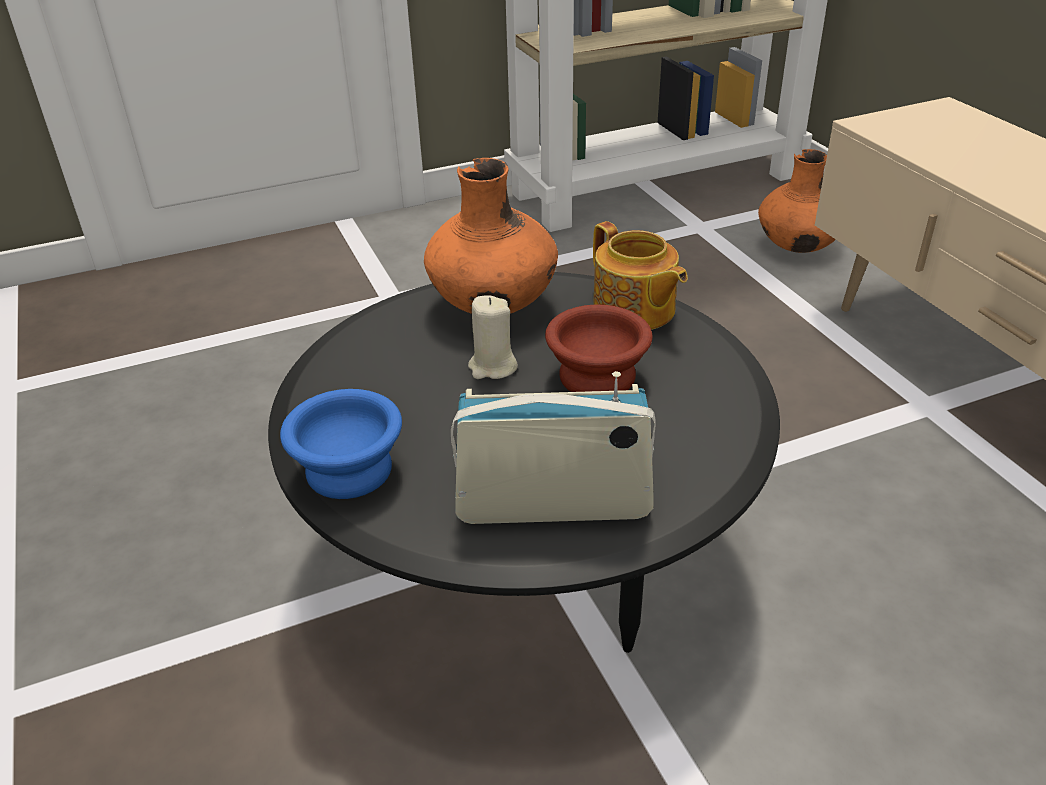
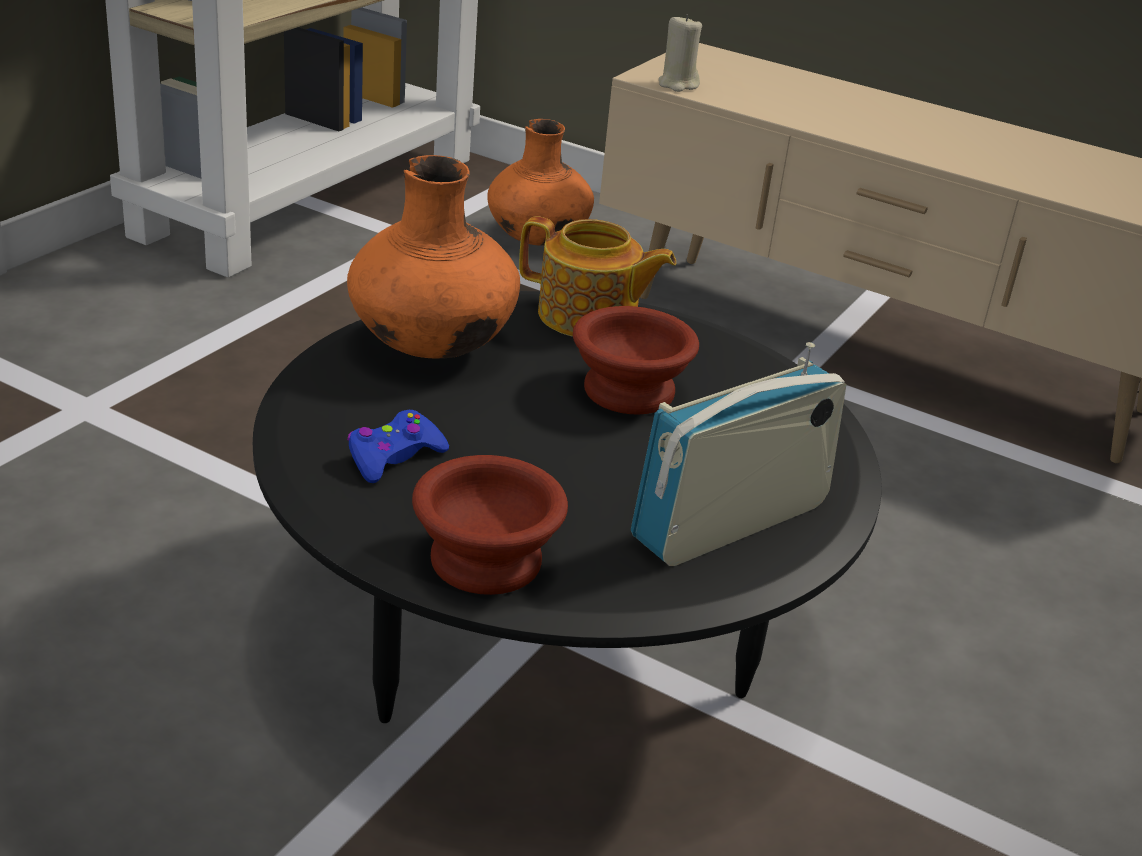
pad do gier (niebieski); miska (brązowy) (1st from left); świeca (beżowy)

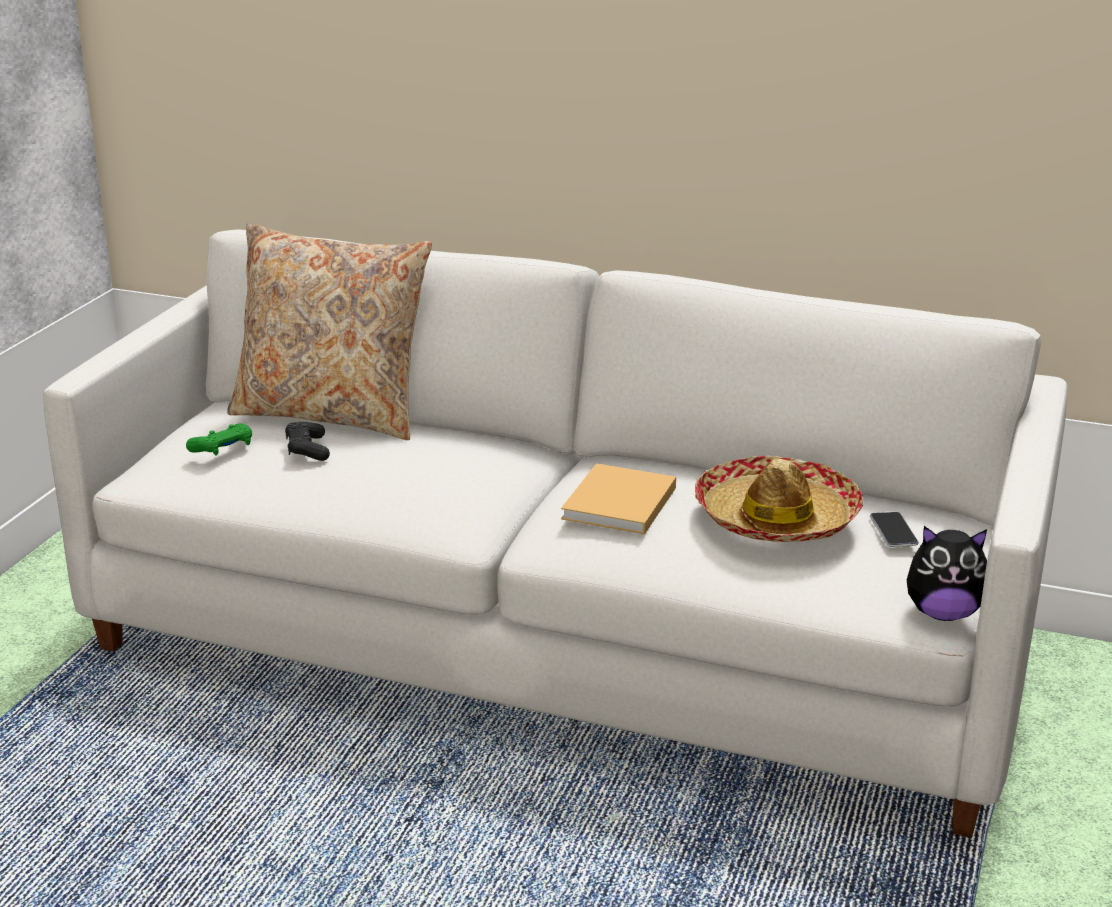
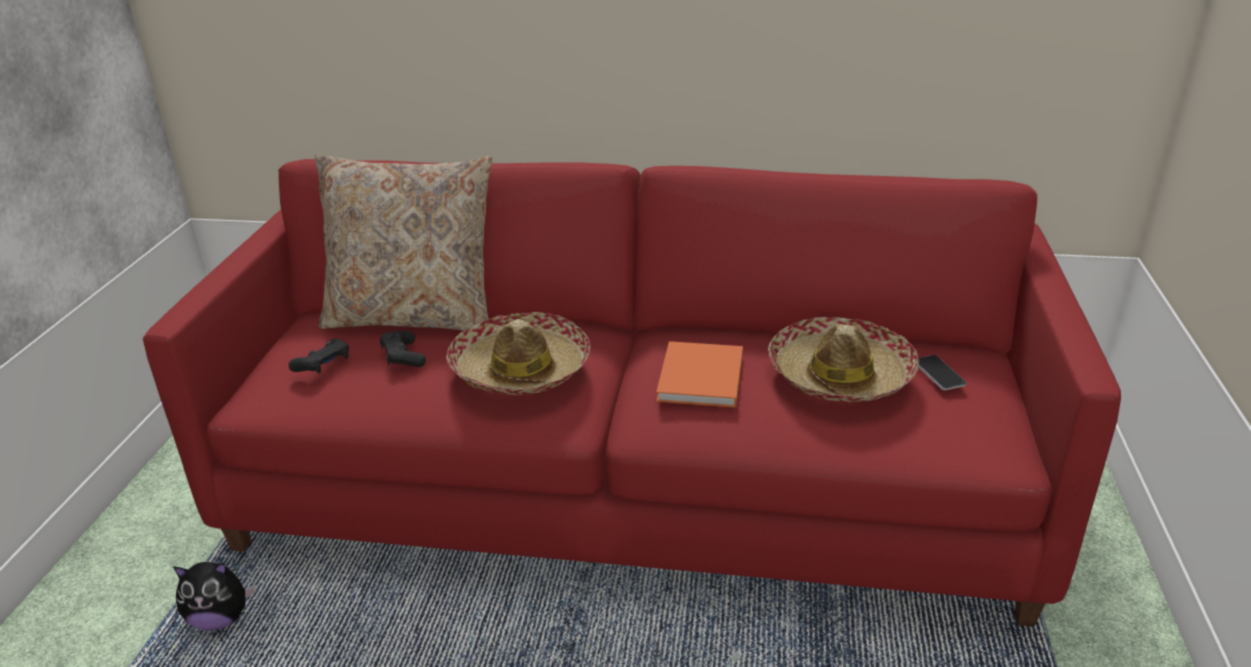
kanapa (czerwony); pluszak; pad do gier (czarny) (1st from left); kapelusz (1st from left); książka (pomarańczowy)

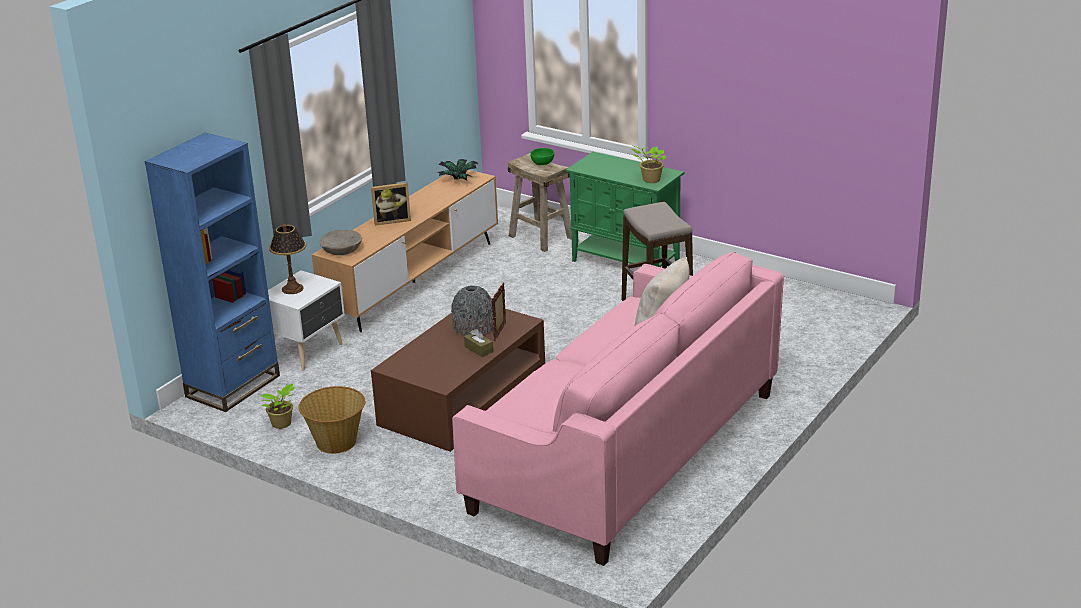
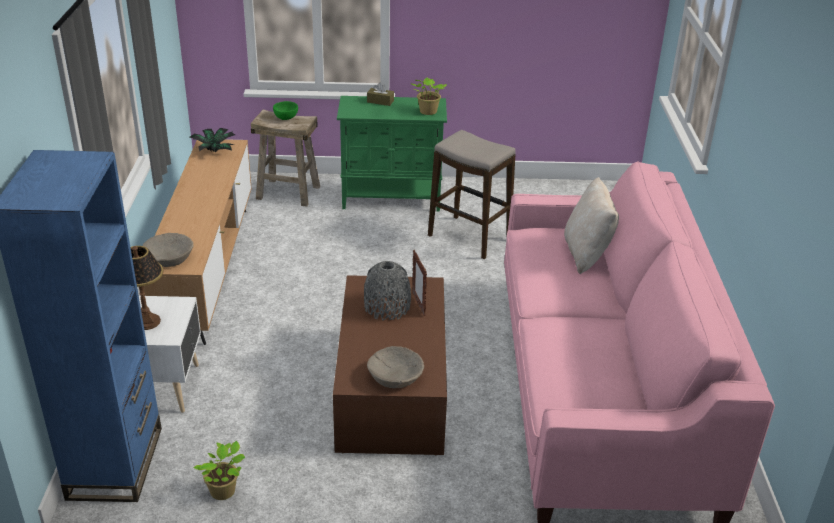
pudełko chusteczek (brązowy); miska (beżowy) (2nd from left); koszyk; ramka na zdjęcie (1st from left in the first image)

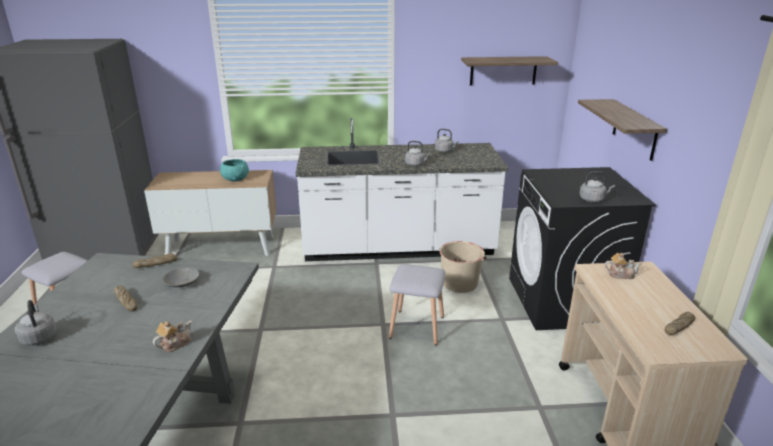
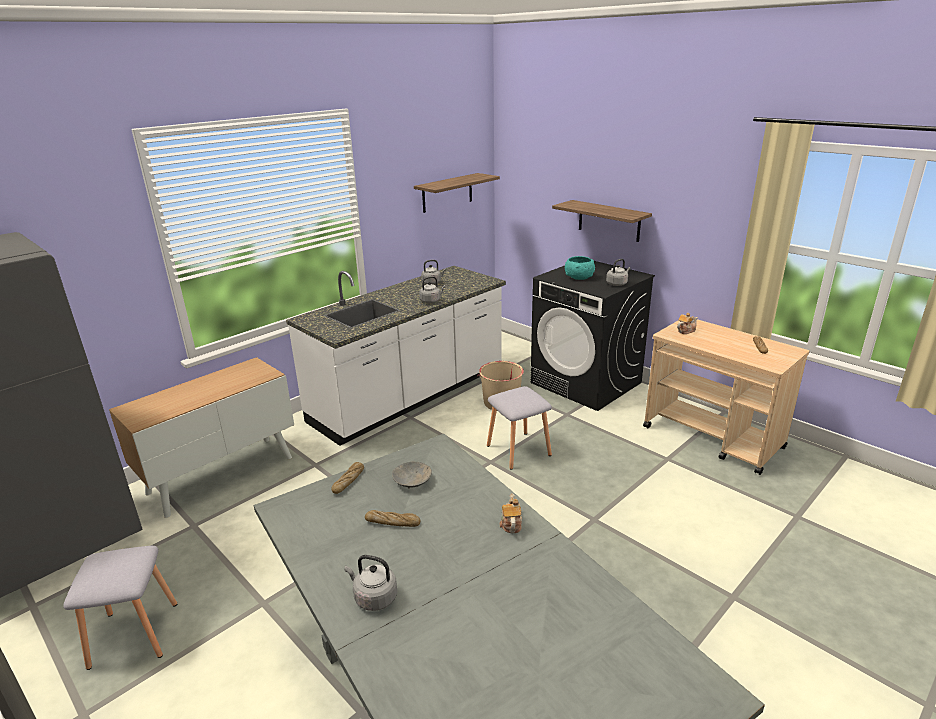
miska (turkusowy)

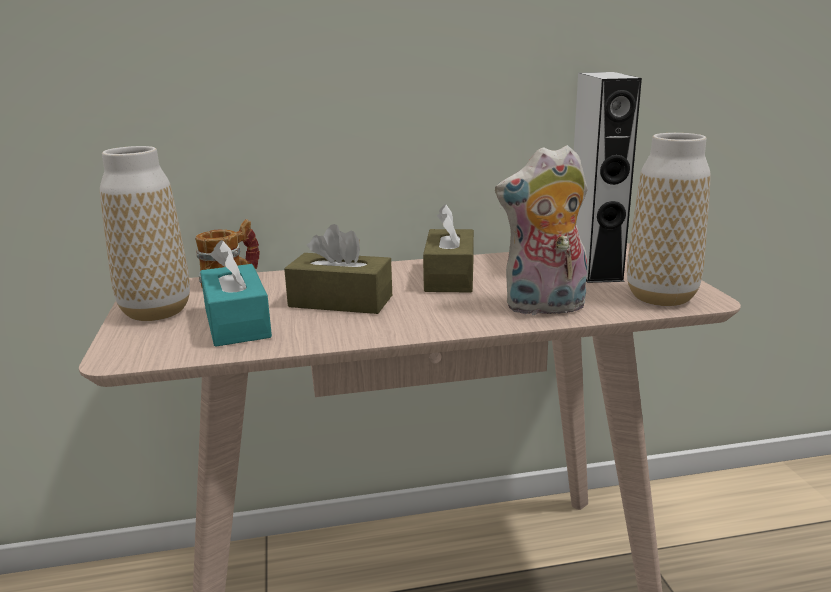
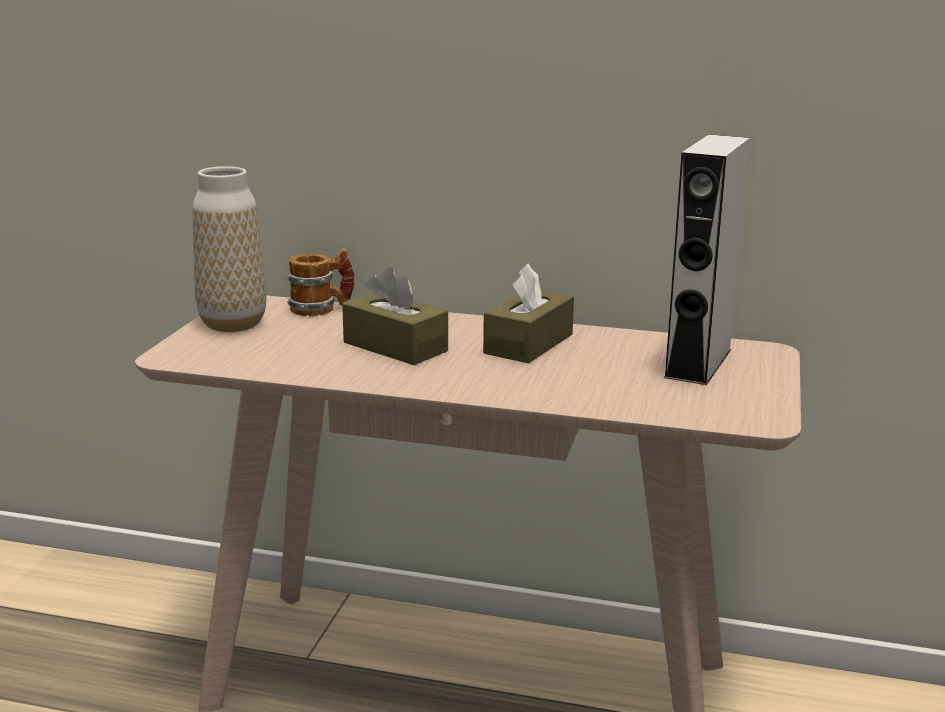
pudełko chusteczek (turkusowy); pluszak; wazon (2nd from left in the first image)

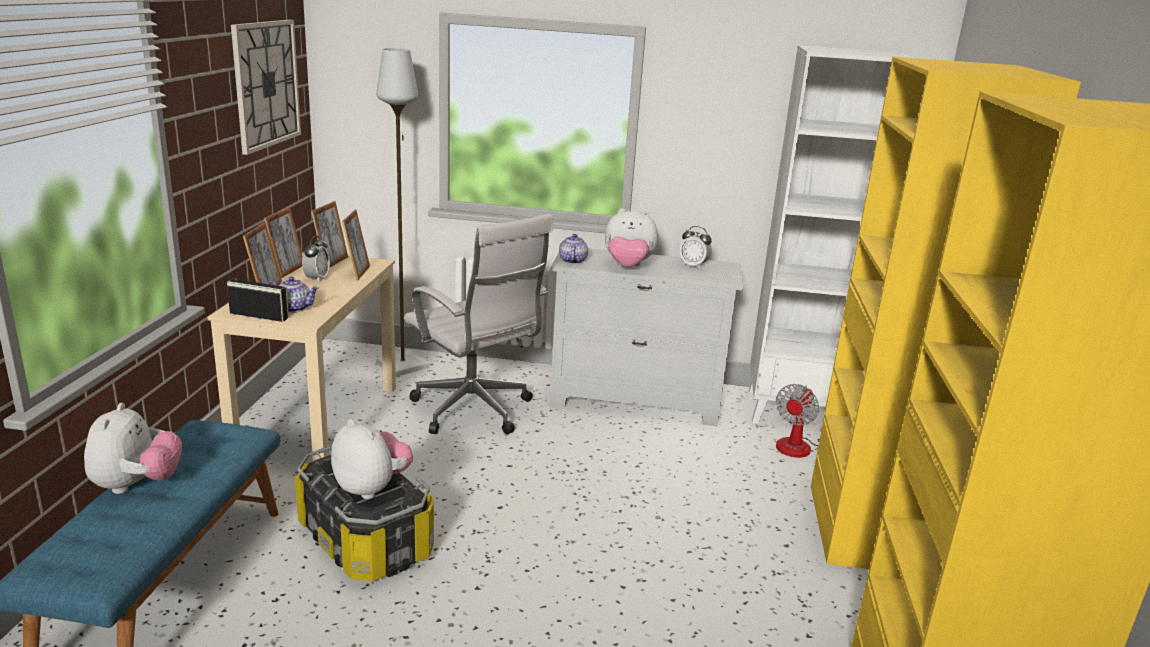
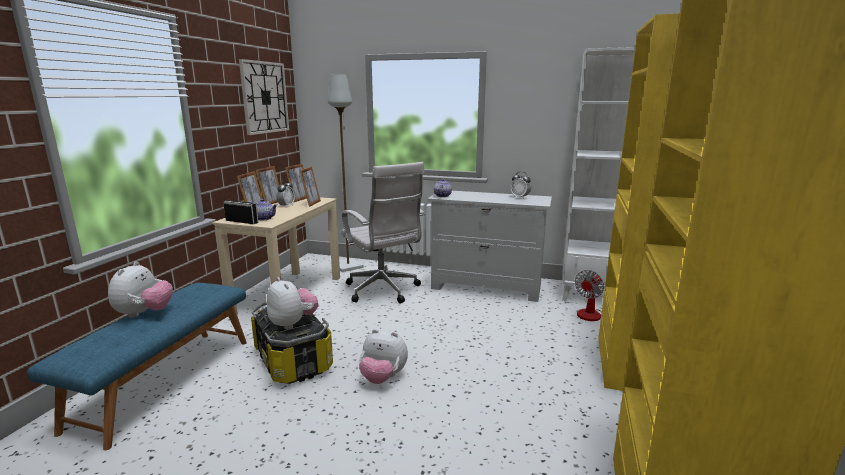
pluszak (3rd from left)

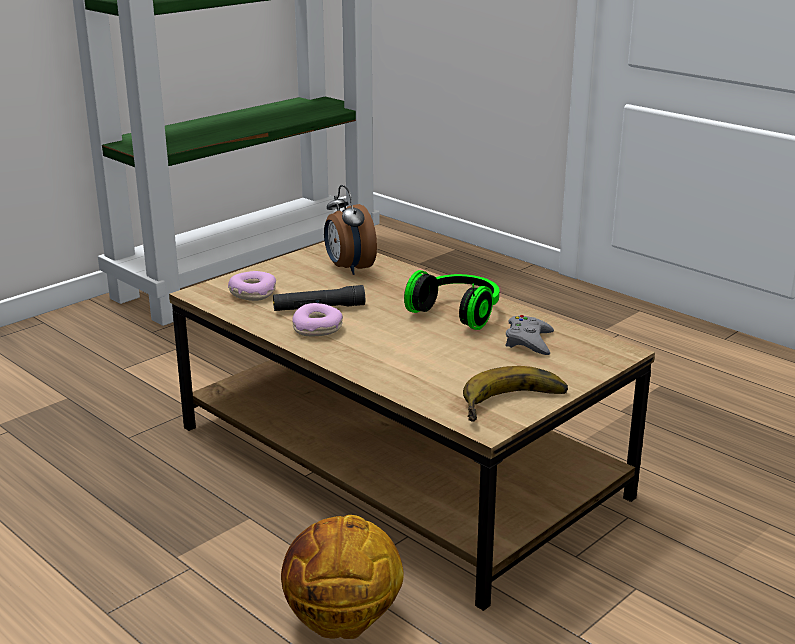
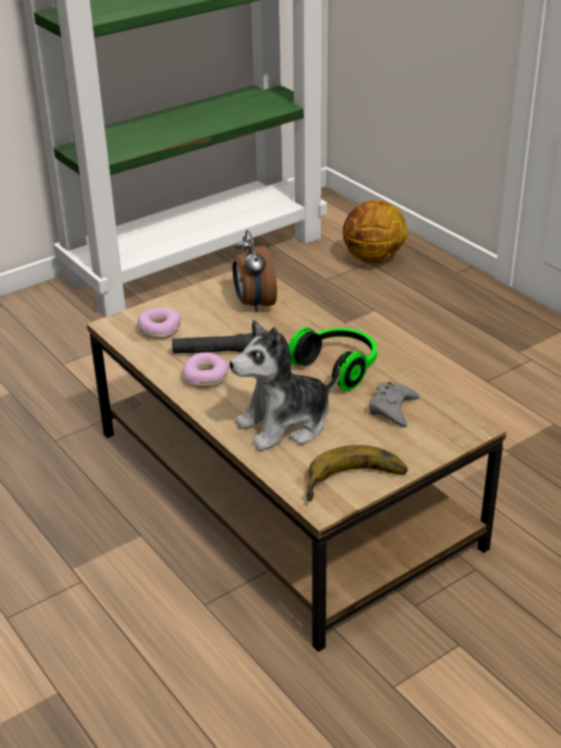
pluszak; piłka do koszykówki

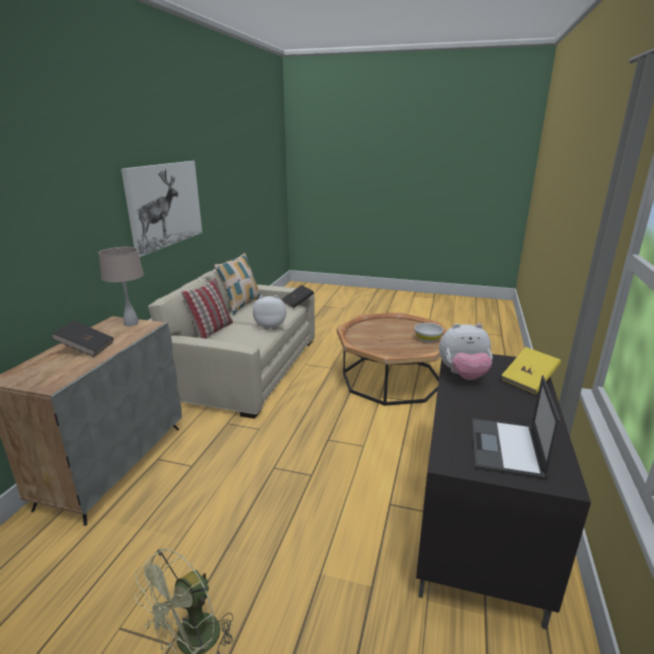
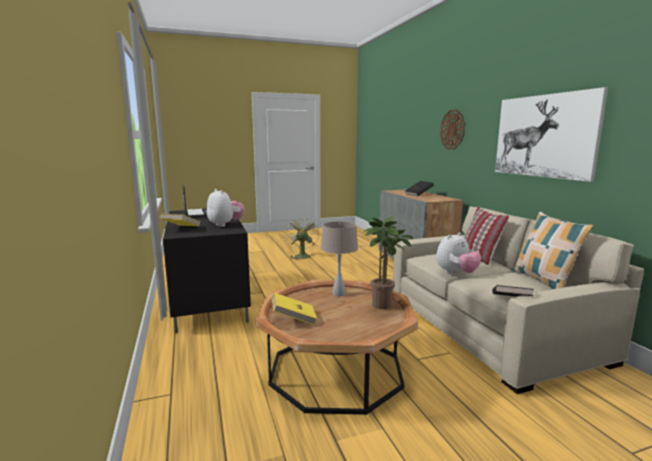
pluszak (1st from left); książka (żółty) (2nd from left); lampa stołowa (beżowy); roślina doniczkowa; zegar ścienny

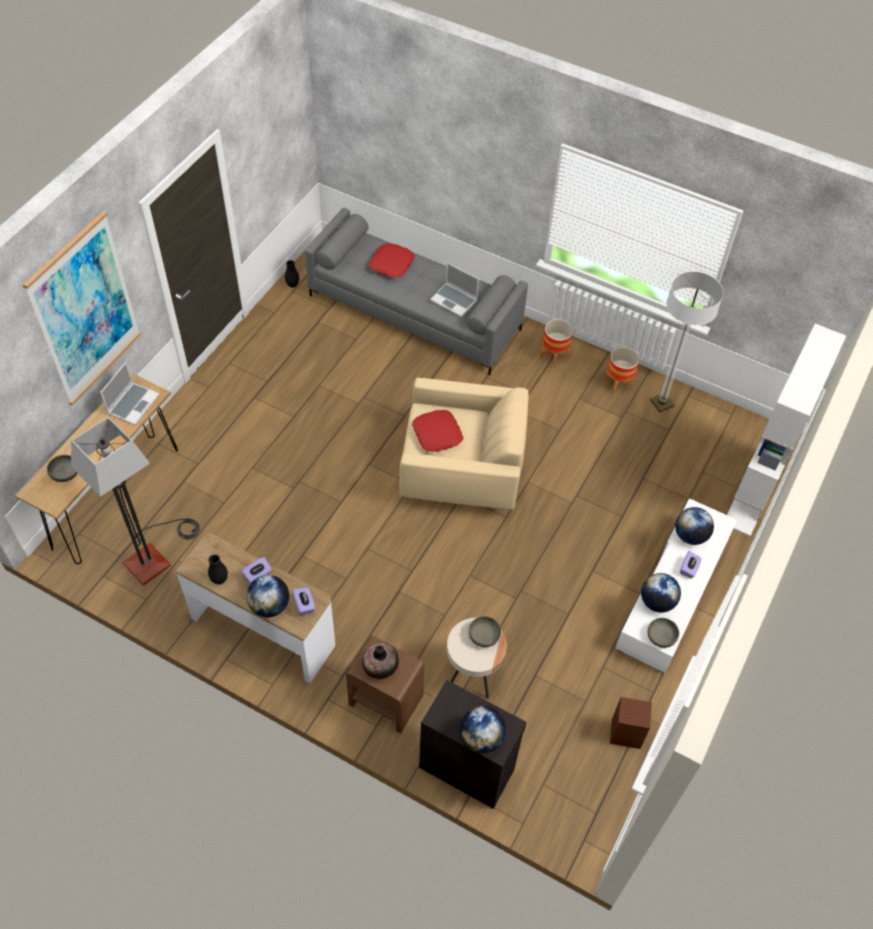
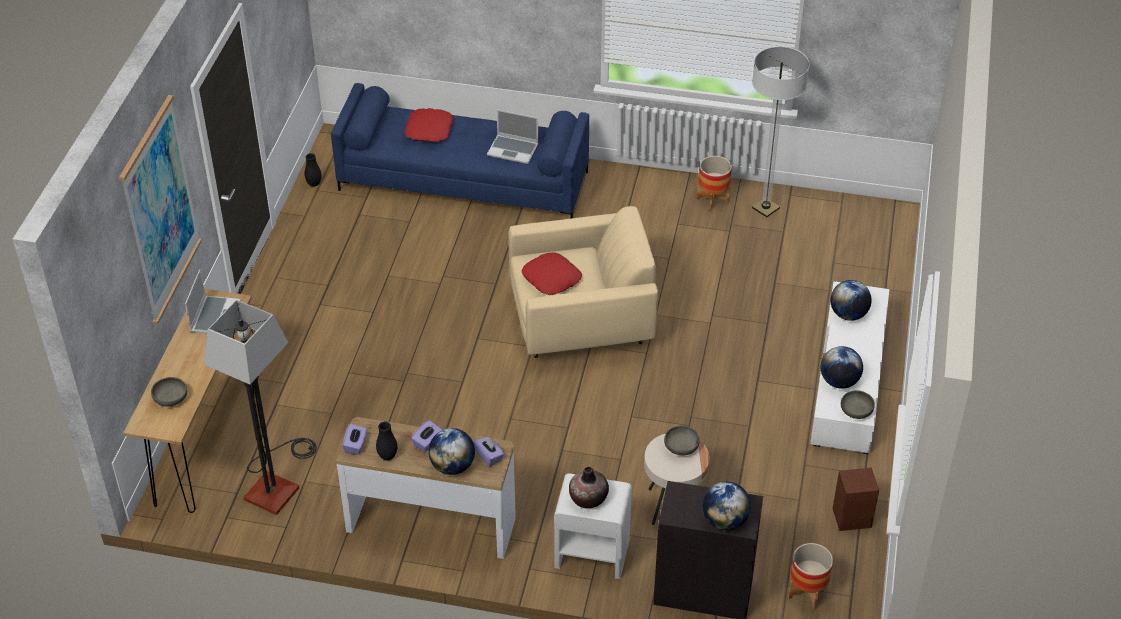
kanapa (niebieski); pudełko chusteczek (fioletowy) (1st from left); szafka nocna (biały); donica (2nd from left); regał (biały)

